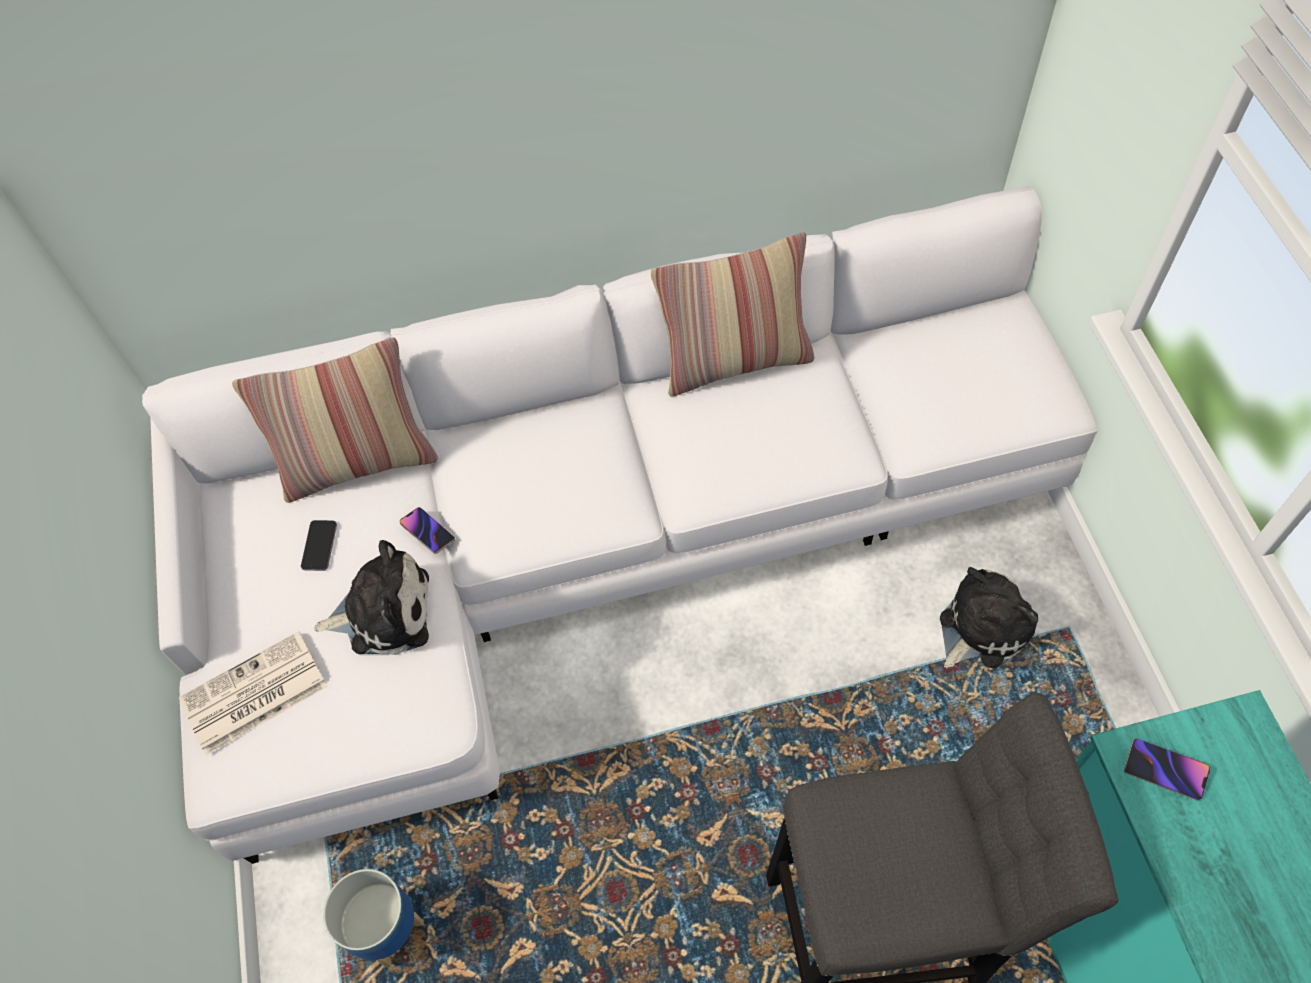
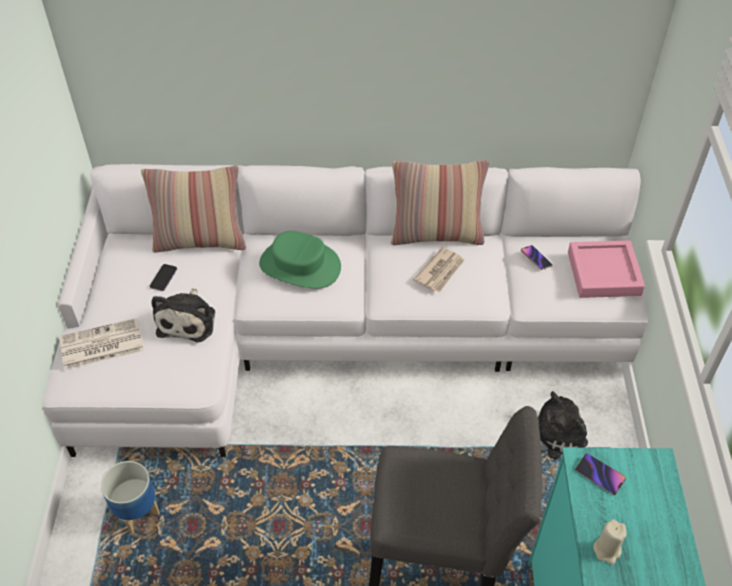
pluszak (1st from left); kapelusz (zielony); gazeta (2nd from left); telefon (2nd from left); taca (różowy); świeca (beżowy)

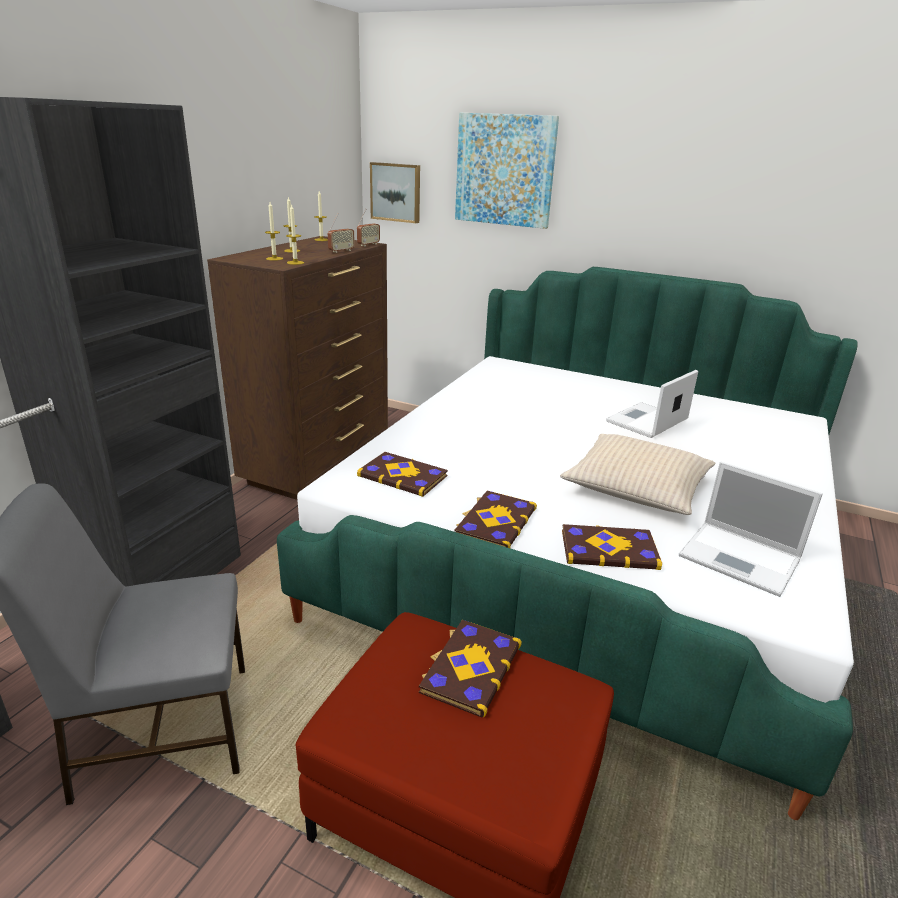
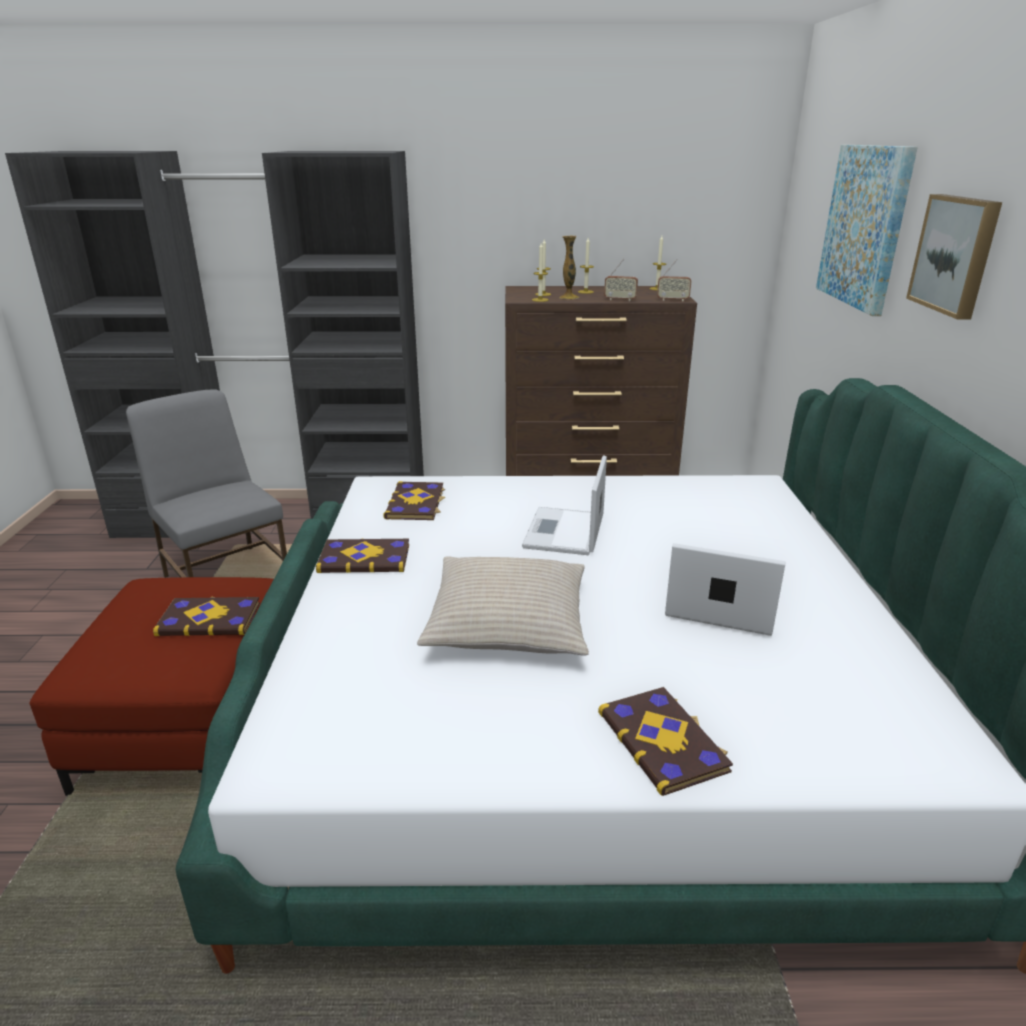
laptop (1st from left); wazon; książka (4th from left); obraz (2nd from left)

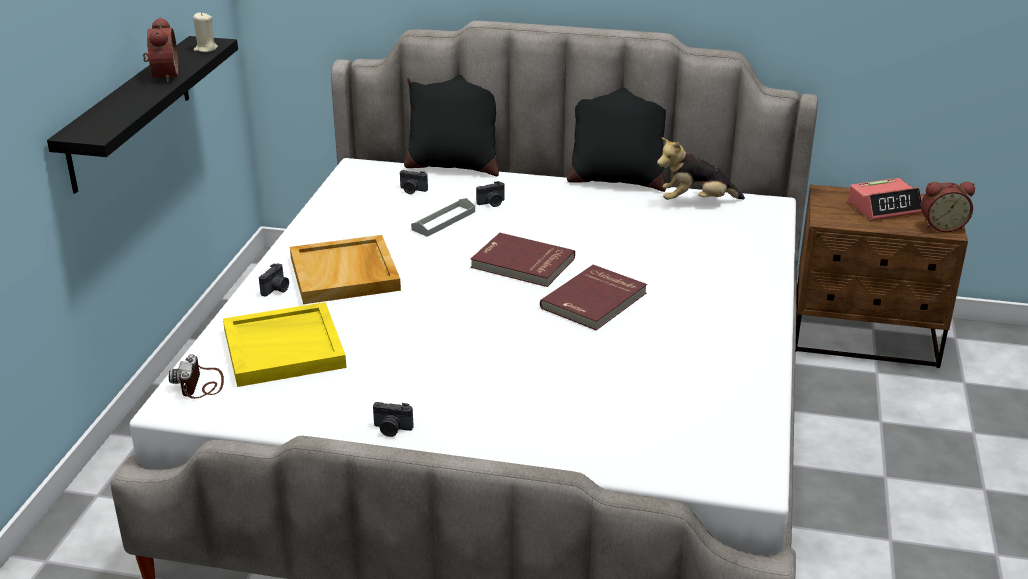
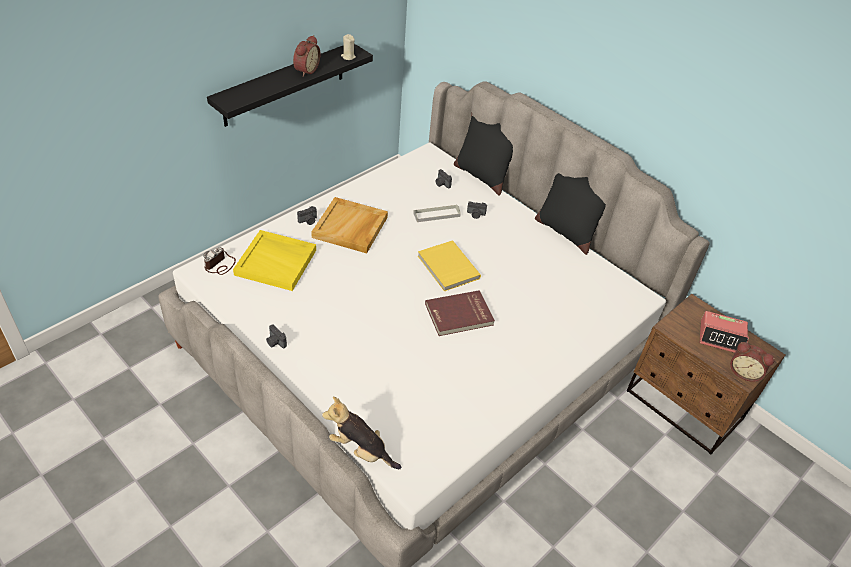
pluszak; książka (żółty)

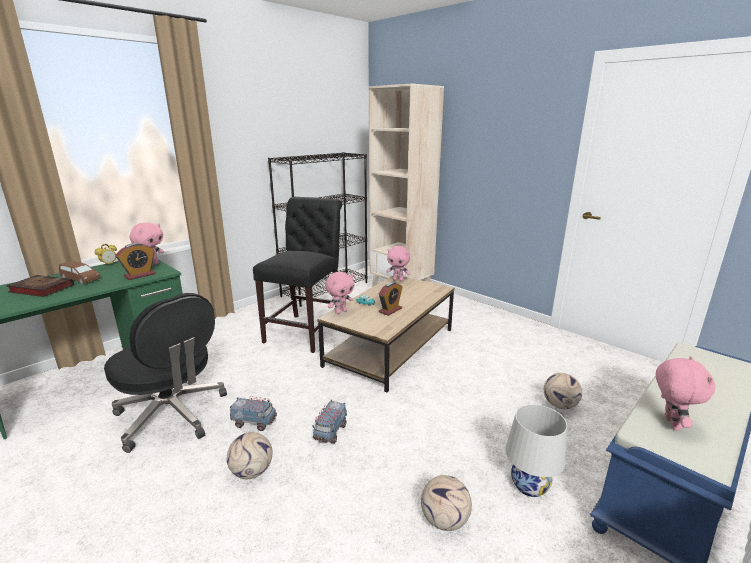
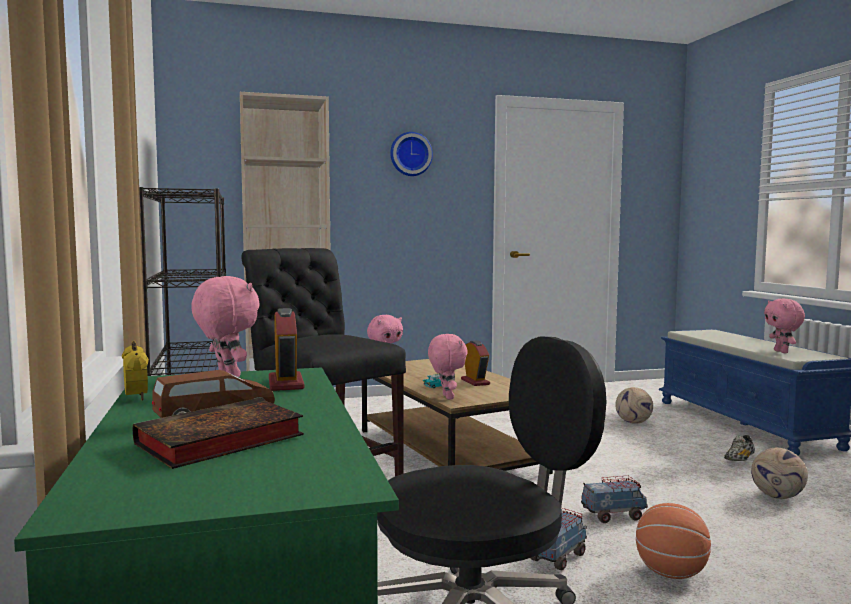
zegar ścienny; ciężarówka zabawkowa (2nd from left); piłka do koszykówki; but; pluszak (różowy) (4th from left)

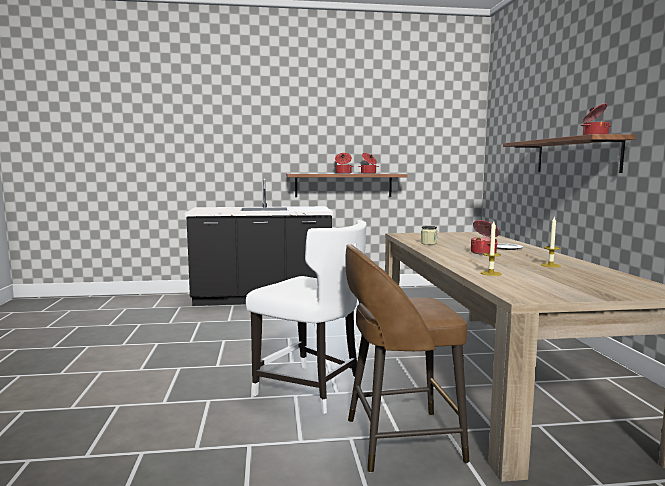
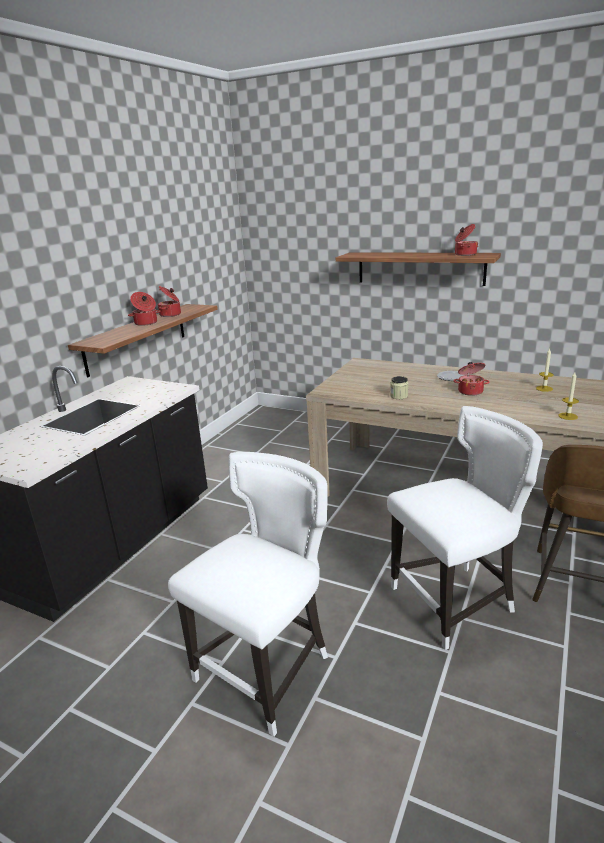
krzesło (biały) (1st from left)

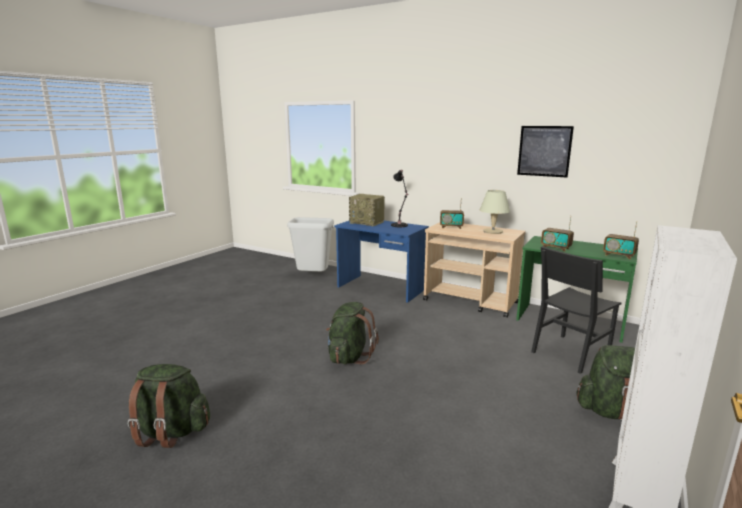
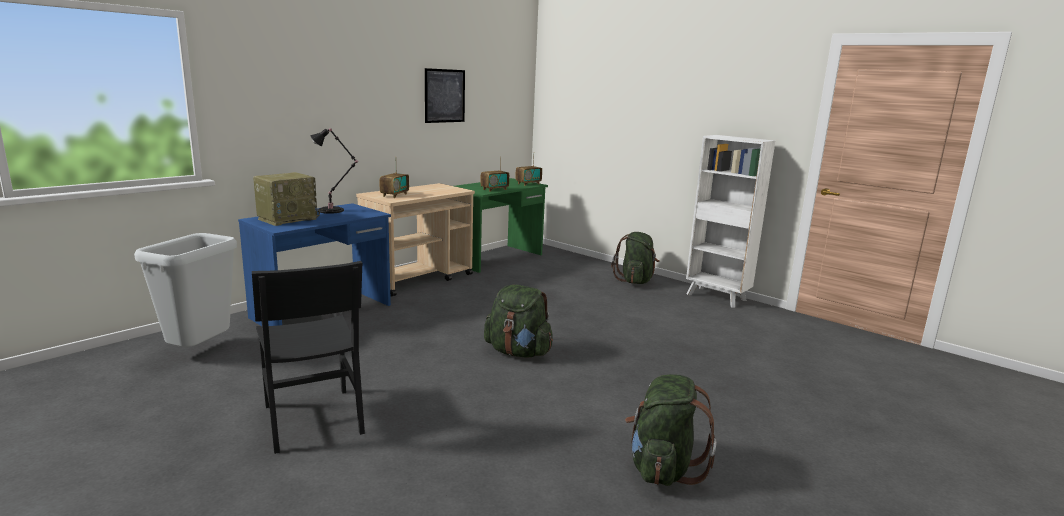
krzesło (czarny); lampa stołowa (beżowy)

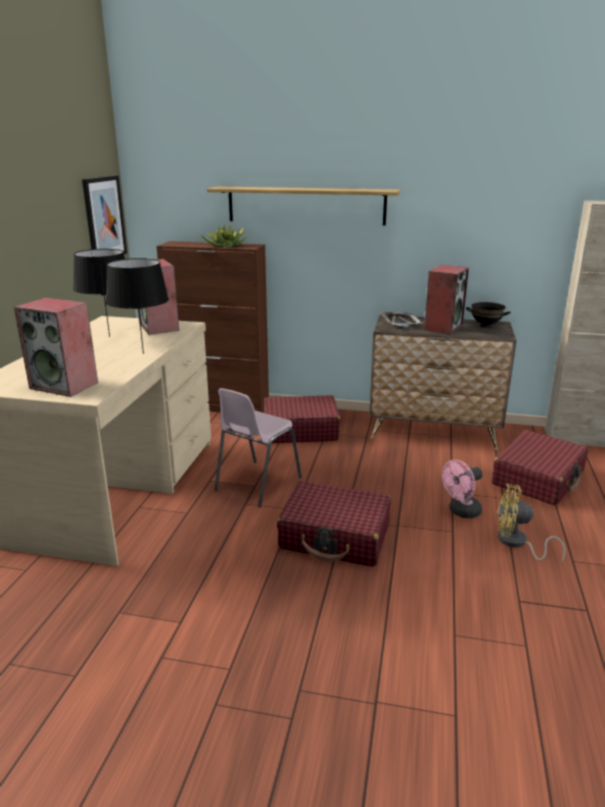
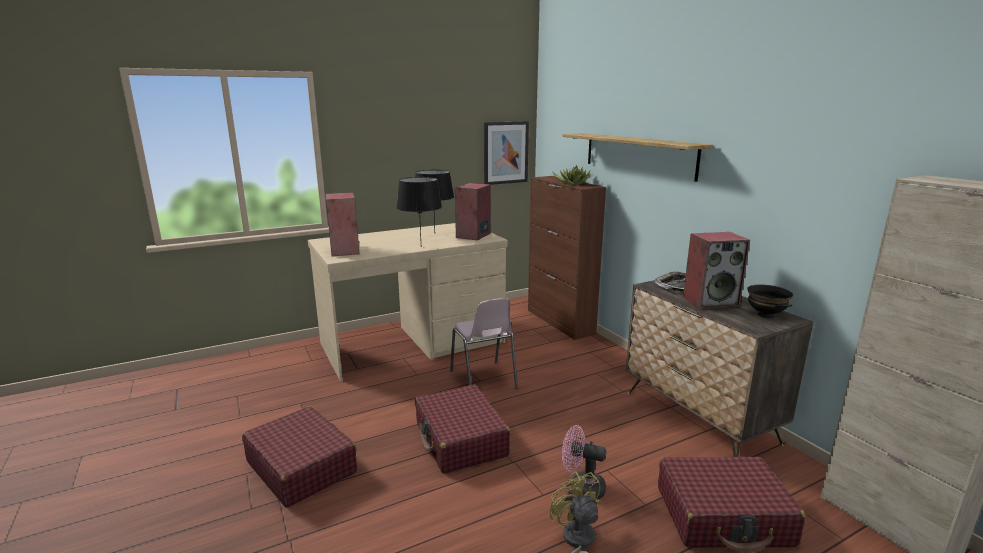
walizka (czerwony) (1st from left); krzesło (różowy)

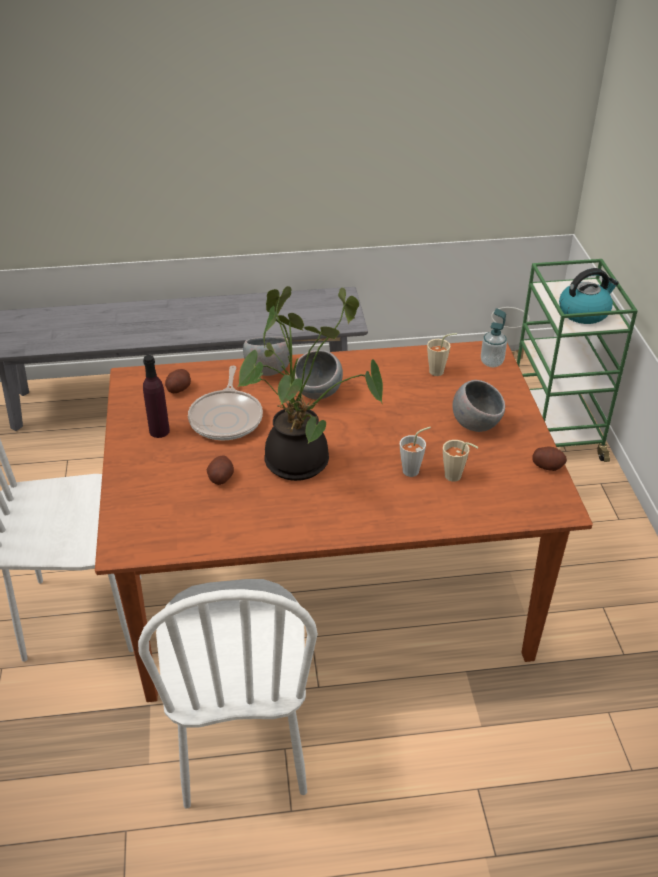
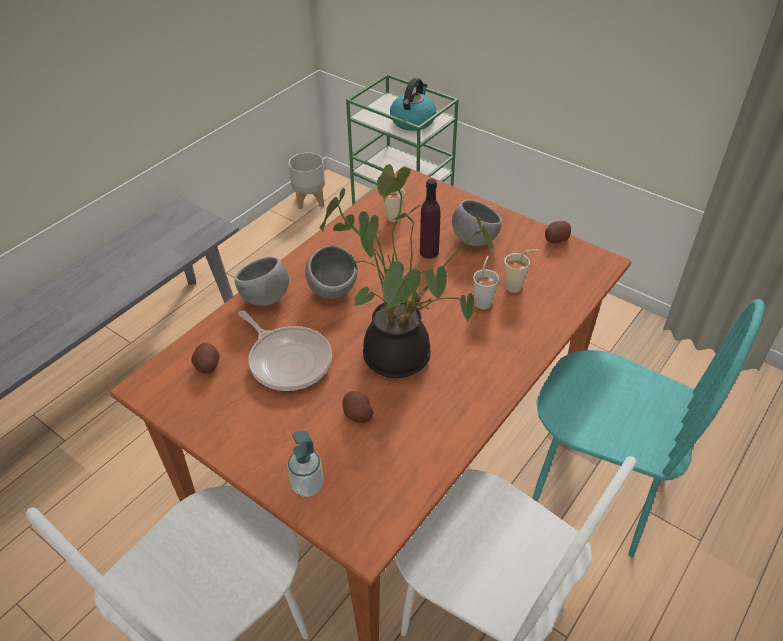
dozownik mydła; butelka (fioletowy); krzesło (turkusowy)

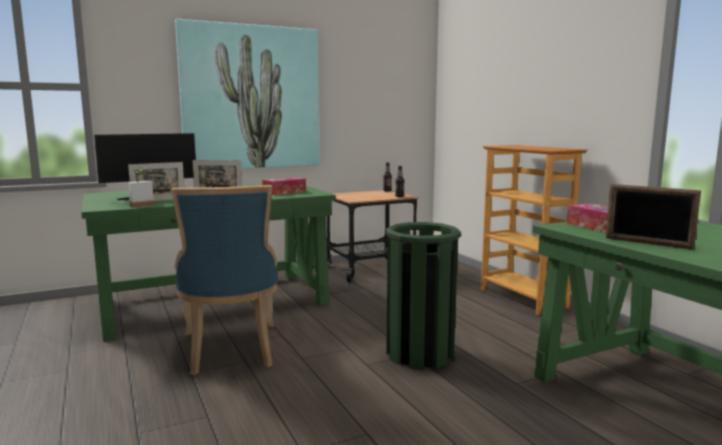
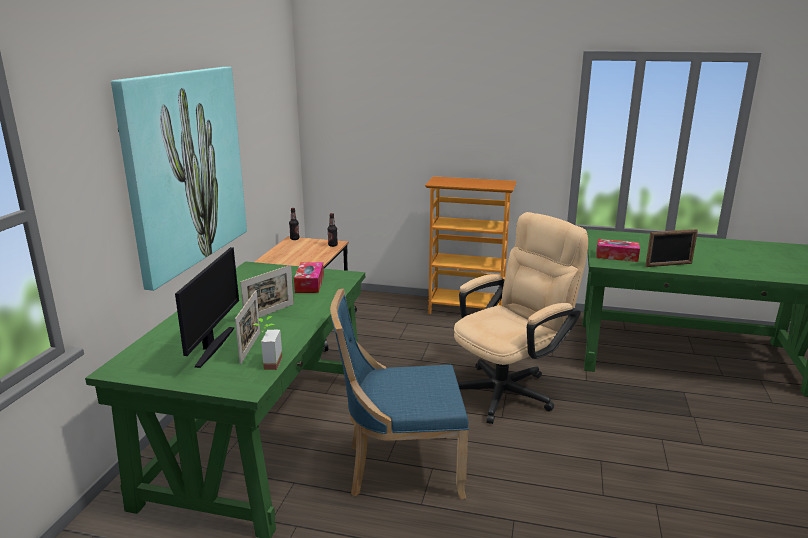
krzesło (niebieski); krzesło biurowe (beżowy)

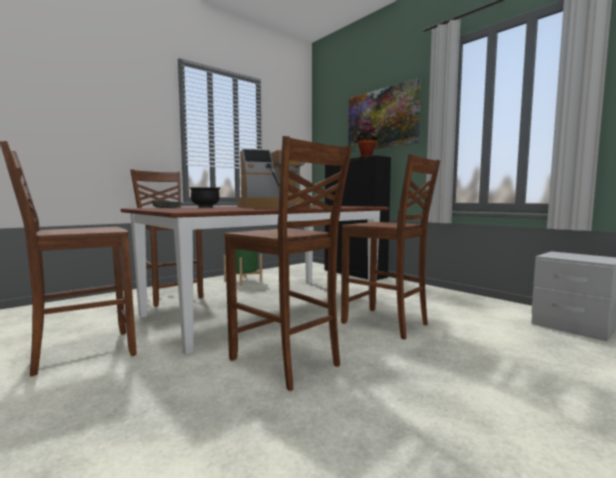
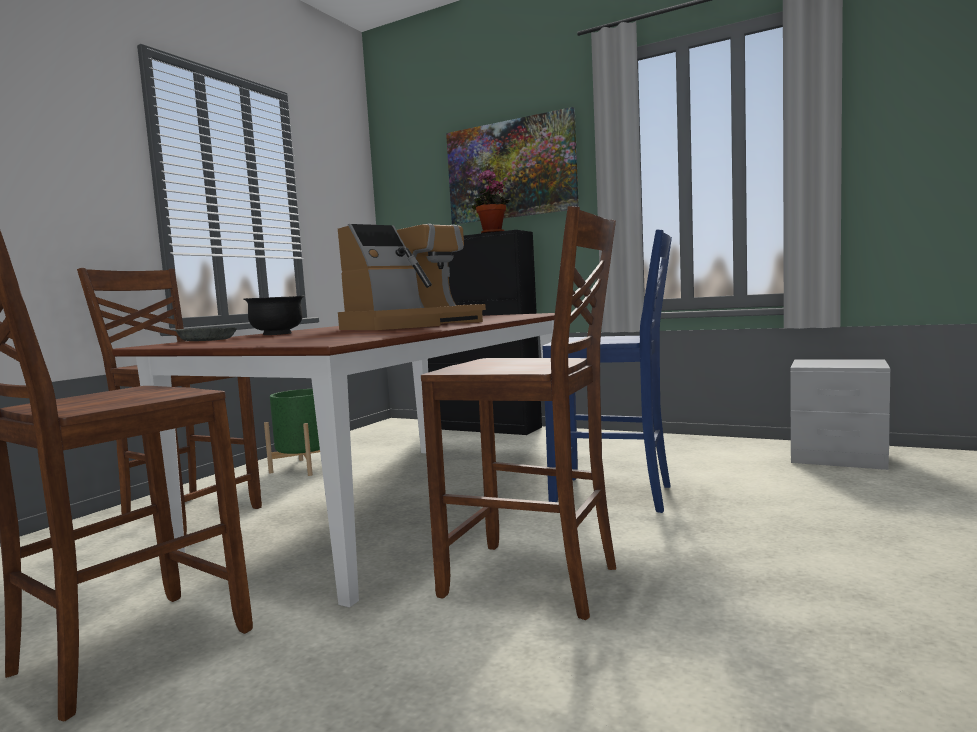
krzesło (niebieski)

